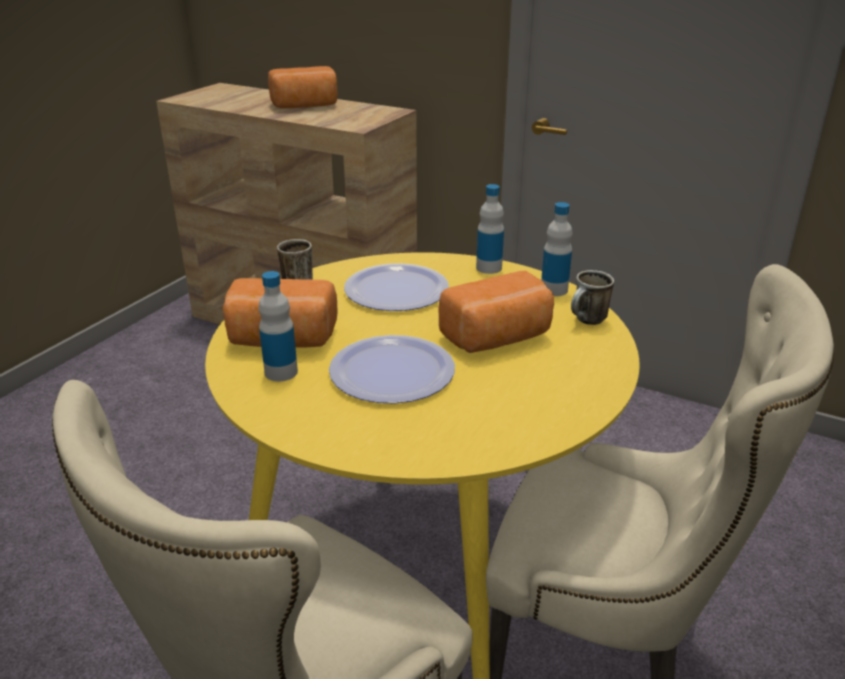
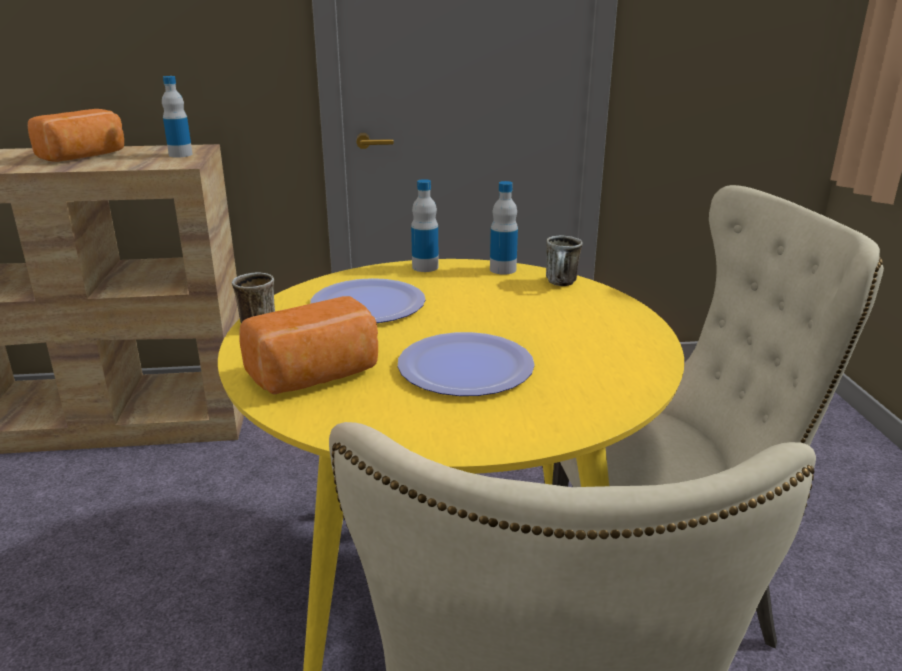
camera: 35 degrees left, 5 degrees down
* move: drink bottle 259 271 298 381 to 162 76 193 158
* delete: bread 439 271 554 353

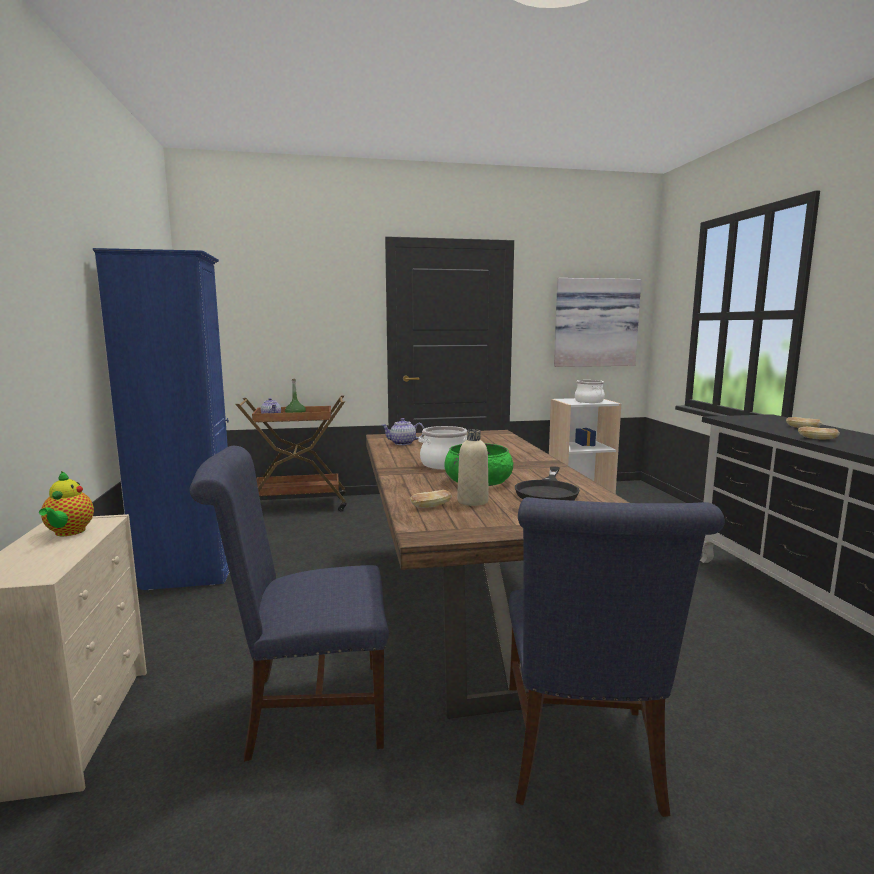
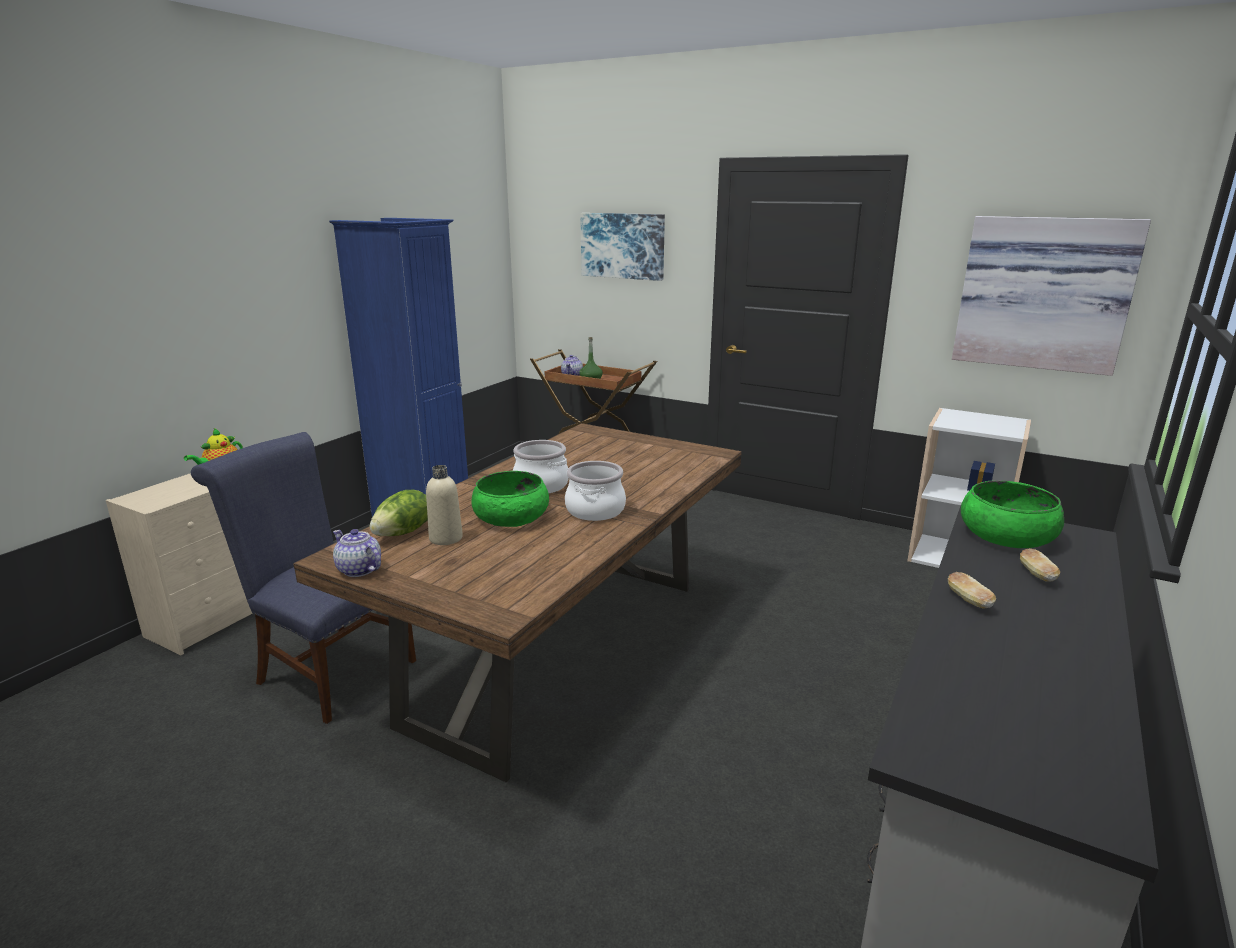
camera: 40 degrees right, 10 degrees up
* move: stockpot 575 380 605 403 to 565 461 626 521
* move: pot for tea 381 418 424 445 to 333 529 381 577
* delete: black-coloured frying pan 515 466 580 501
* replace: bread 410 490 452 508 to lettuce 370 490 428 536
* delete: bluish chair 509 497 725 817
* insert: wall picture 580 213 665 281
* insert: greenish serving bowl 961 481 1064 548

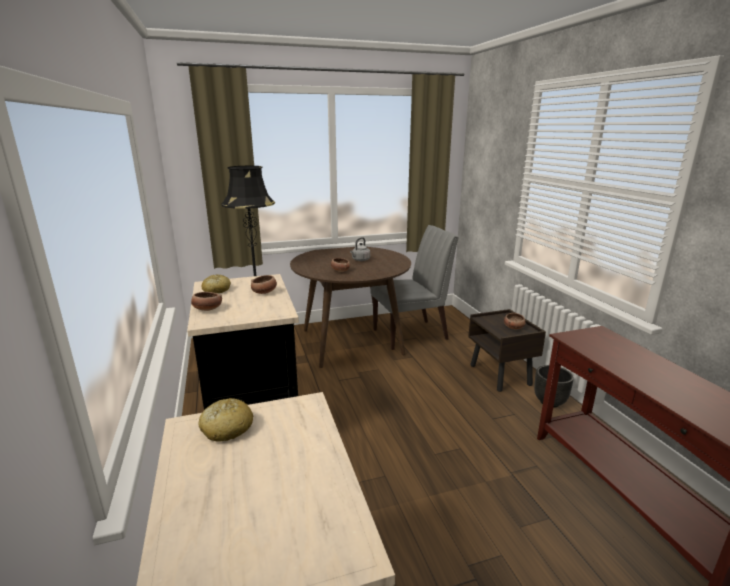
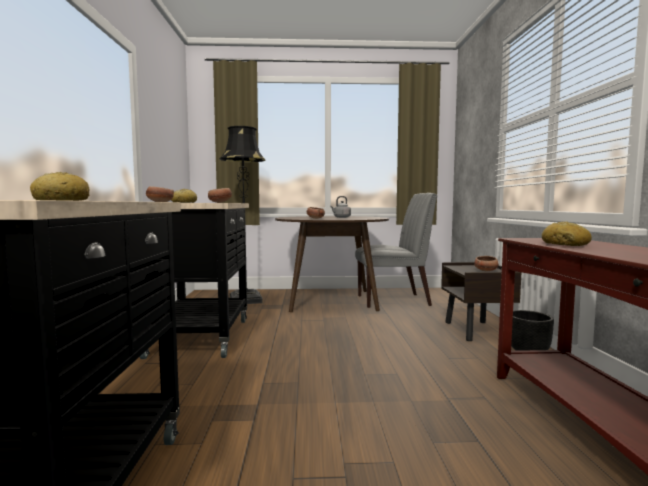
camera: 15 degrees right, 15 degrees down
* insert: bread 542 221 592 246

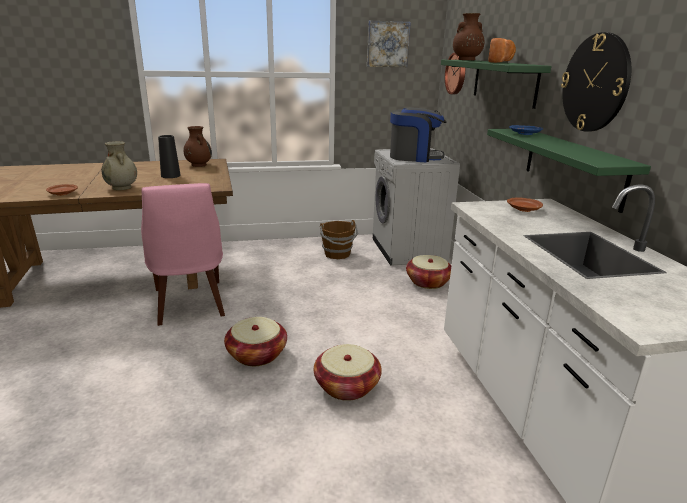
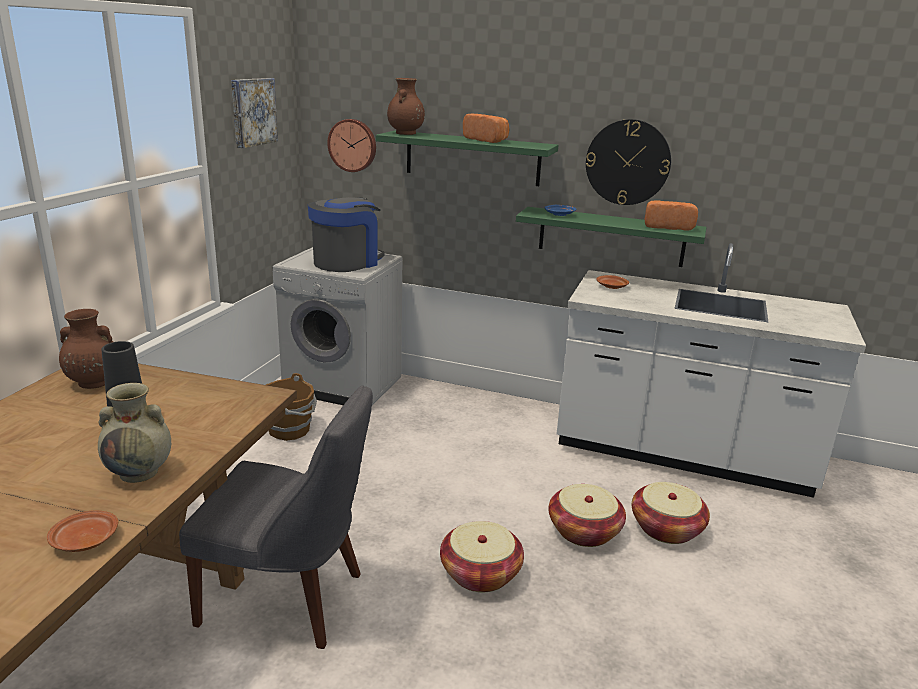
camera: 60 degrees left, 0 degrees up
* recolor: pink chair 141 183 225 326 to gray chair 179 385 373 649
* move: storage basket 406 255 451 289 to 632 482 710 544
* insert: bread 644 200 698 231

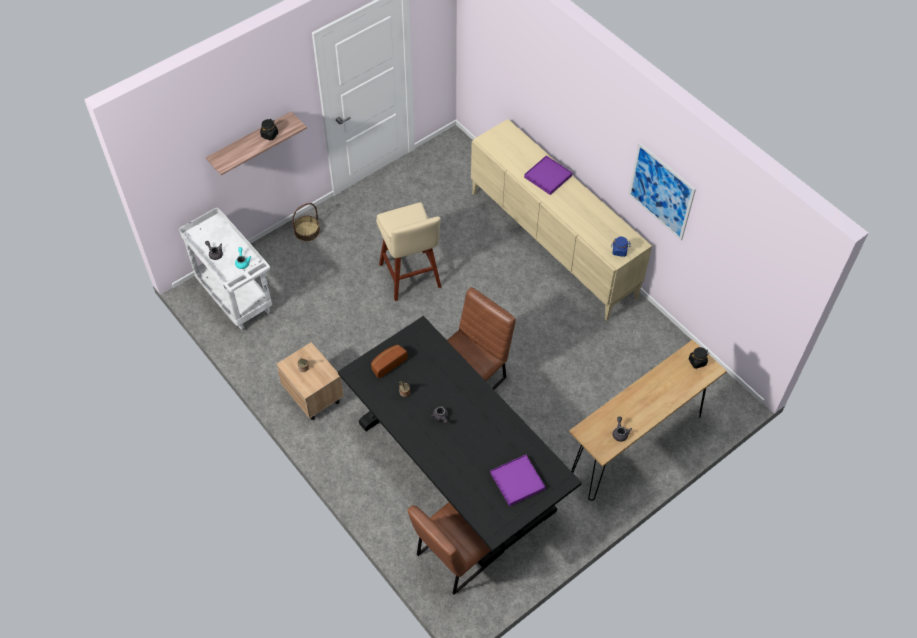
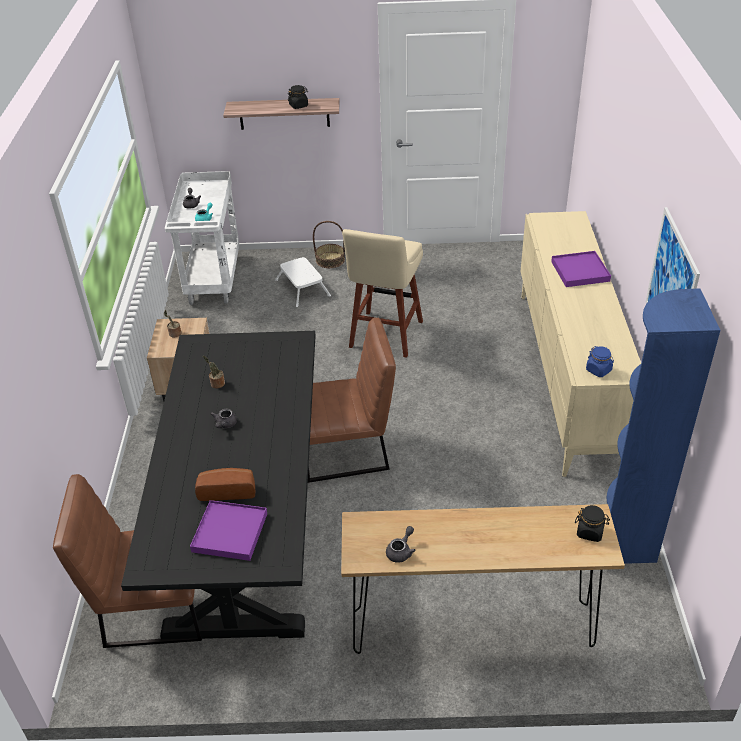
camera: 40 degrees right, 15 degrees down
* move: bread 371 345 408 378 to 195 468 255 501
* insert: whitish step stool 275 257 331 307
* insert: bluish bookshelf 607 288 720 564

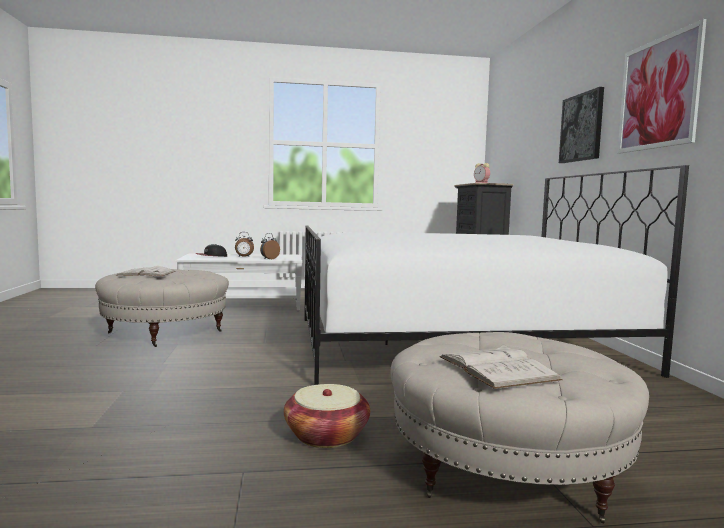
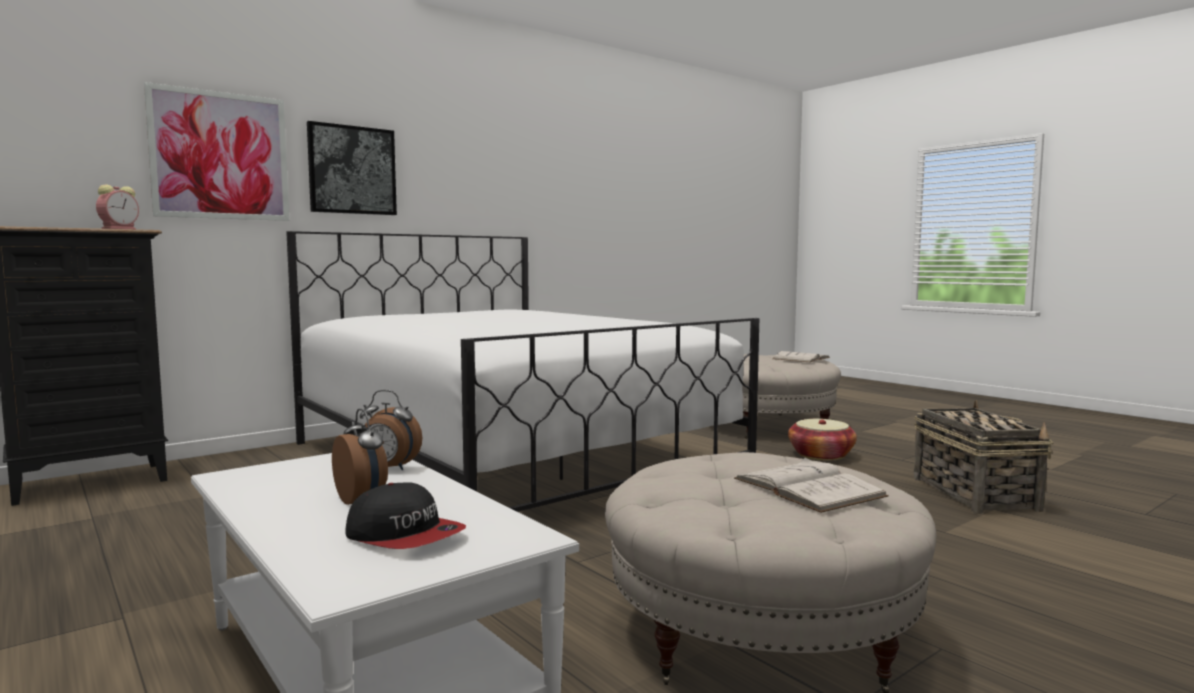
camera: 120 degrees left, 0 degrees up
* move: wall picture 618 19 707 153 to 144 82 289 221
* insert: storage basket 914 400 1054 514

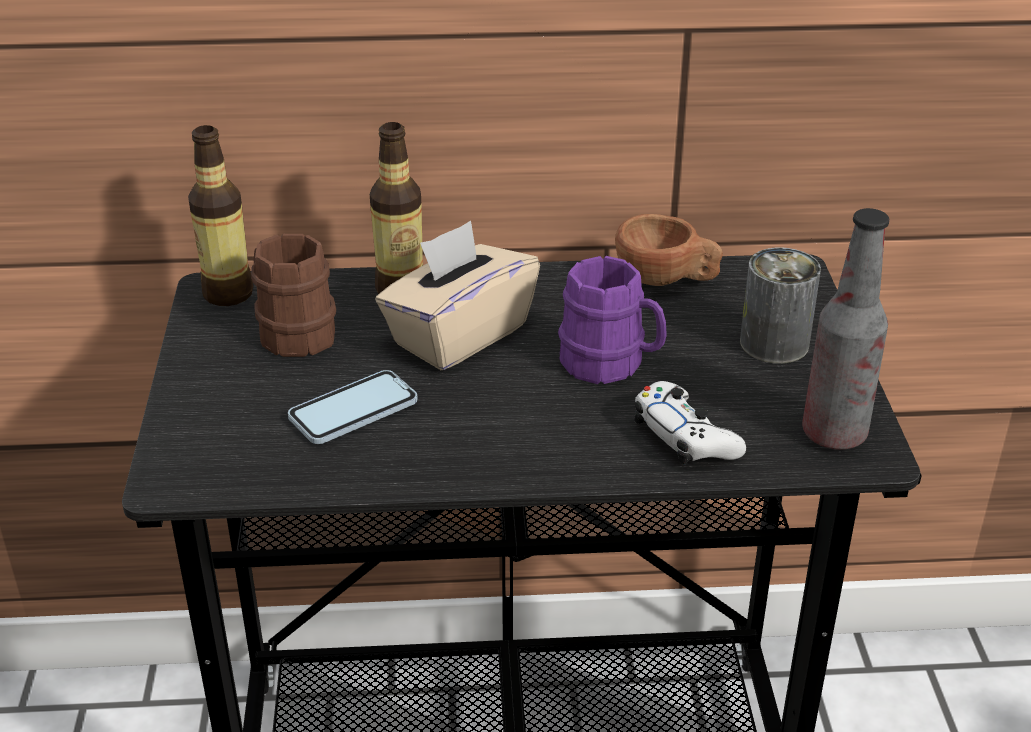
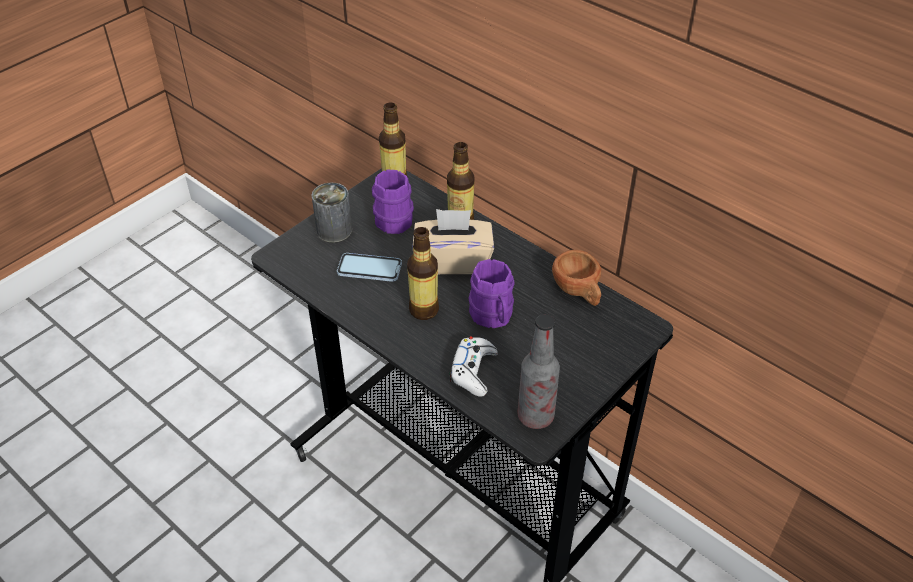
camera: 45 degrees right, 10 degrees up
* recolor: brown-coloured mug 251 234 336 357 to purple-coloured mug 372 169 414 234
* move: can 740 247 821 364 to 312 183 352 243
* insert: drink bottle 407 227 439 320

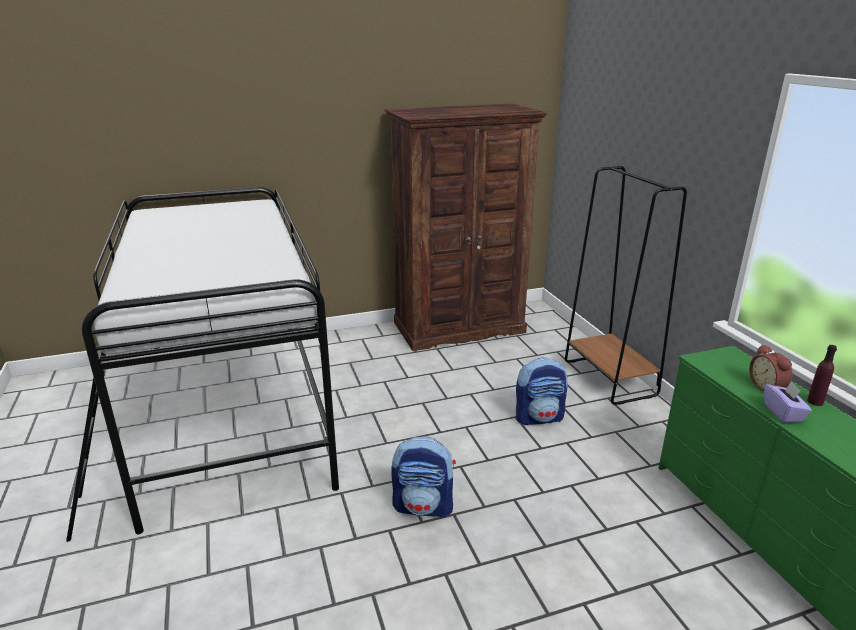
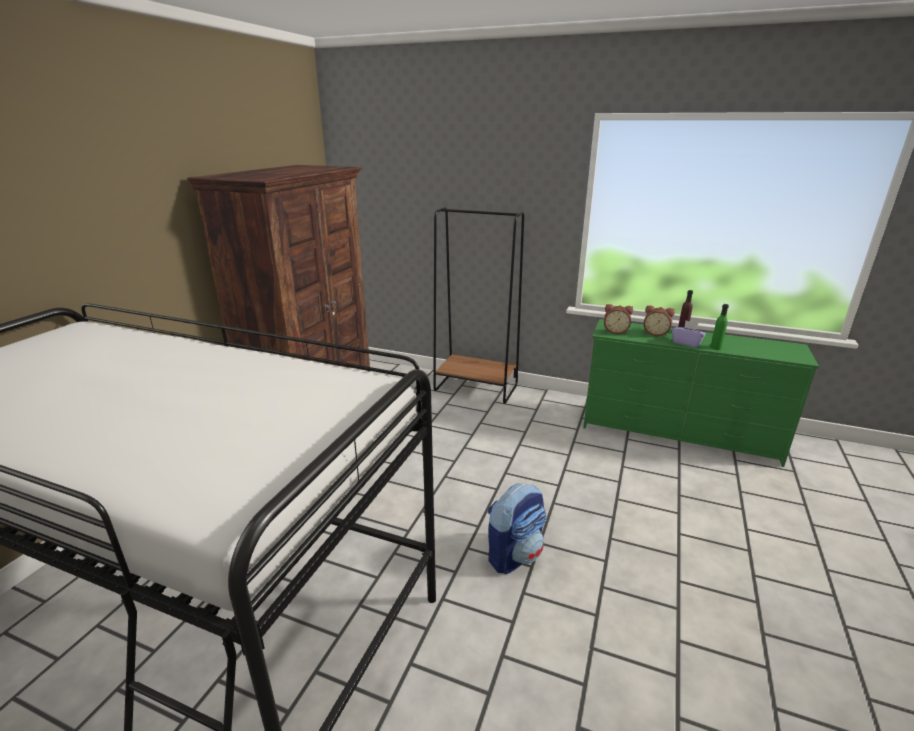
camera: 50 degrees left, 0 degrees up
* delete: rucksack 516 357 568 425
* insert: table clock 604 304 633 334
* insert: greenish drink bottle 710 304 729 350

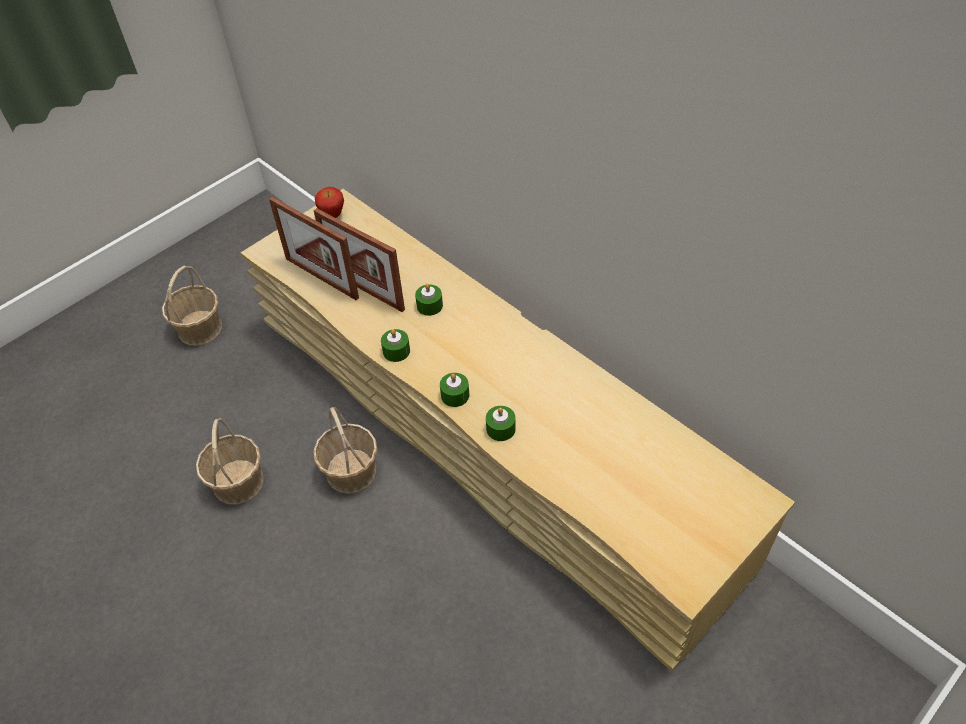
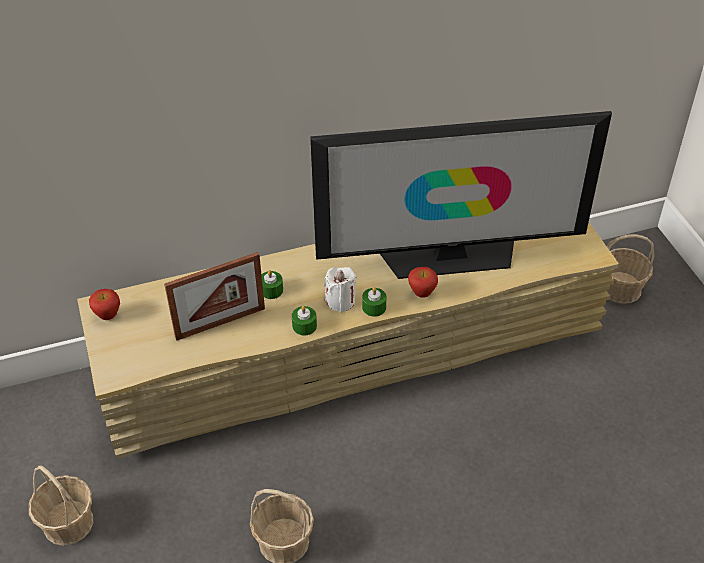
camera: 65 degrees left, 5 degrees down
* delete: picture frame 269 197 359 300
* replace: greenish wax candle 486 406 516 441 to apple fruit 408 267 438 298
* move: storage basket 313 407 378 494 to 607 234 654 304
* insert: television 310 111 612 279
* insert: whitish wax candle 324 267 357 312

